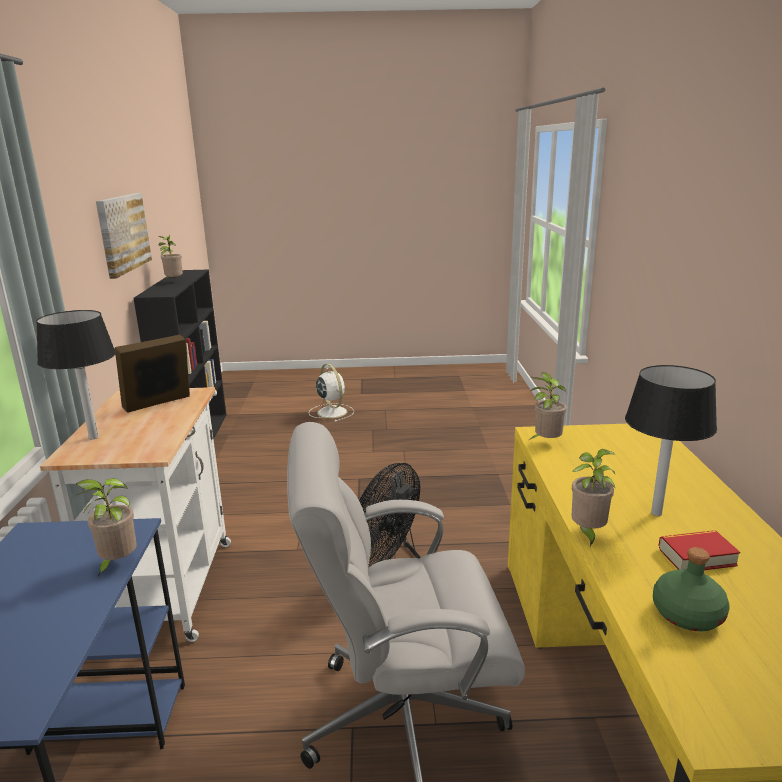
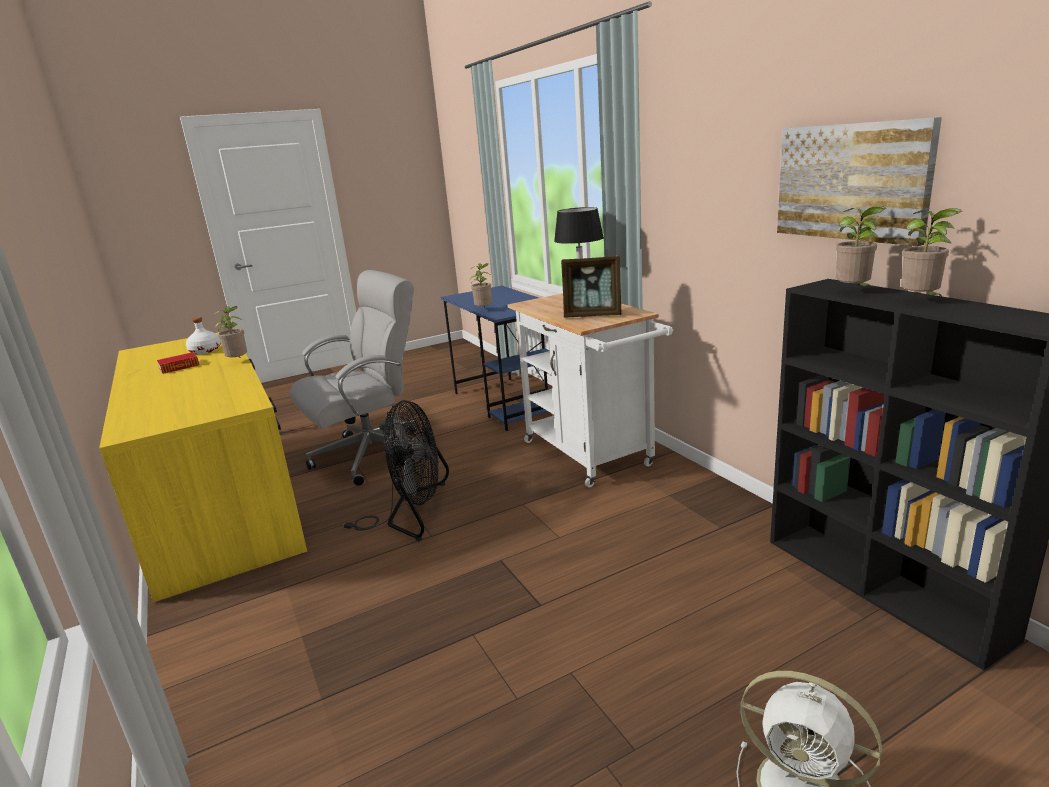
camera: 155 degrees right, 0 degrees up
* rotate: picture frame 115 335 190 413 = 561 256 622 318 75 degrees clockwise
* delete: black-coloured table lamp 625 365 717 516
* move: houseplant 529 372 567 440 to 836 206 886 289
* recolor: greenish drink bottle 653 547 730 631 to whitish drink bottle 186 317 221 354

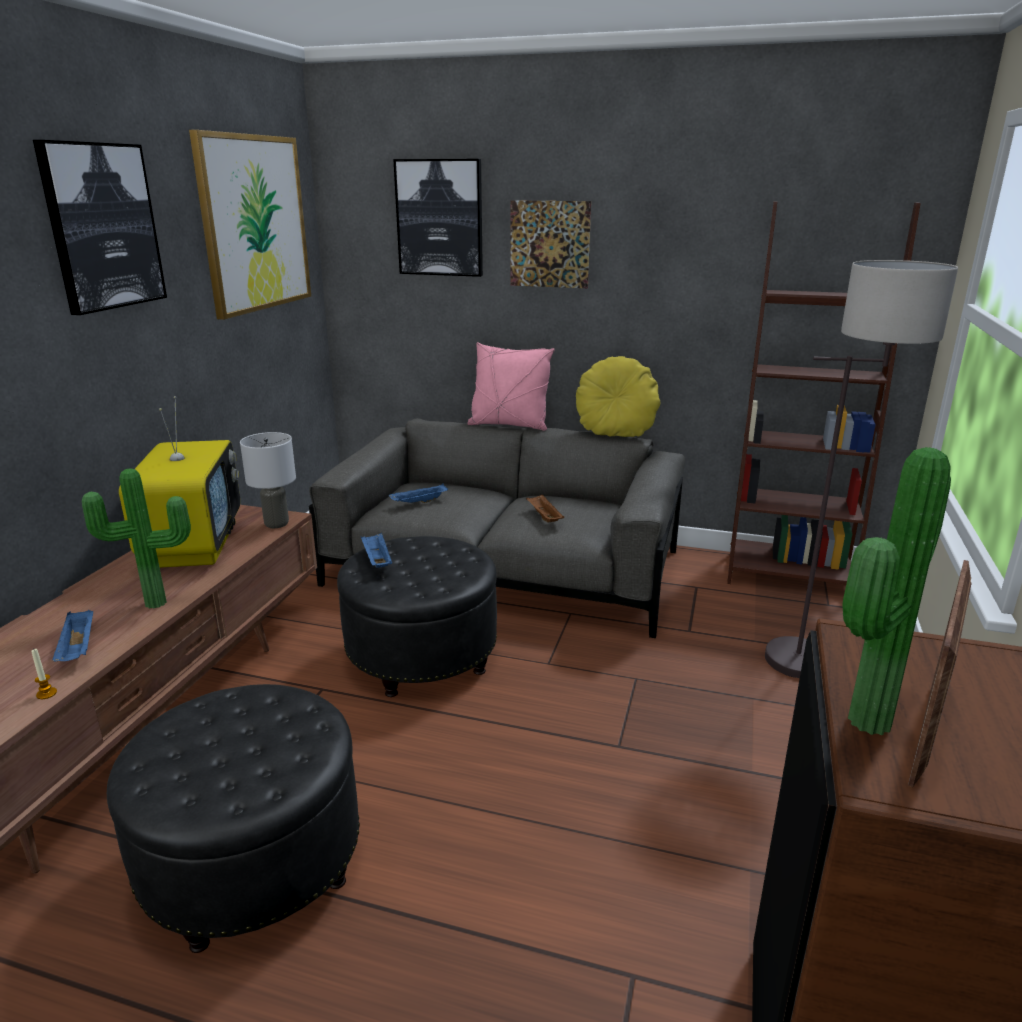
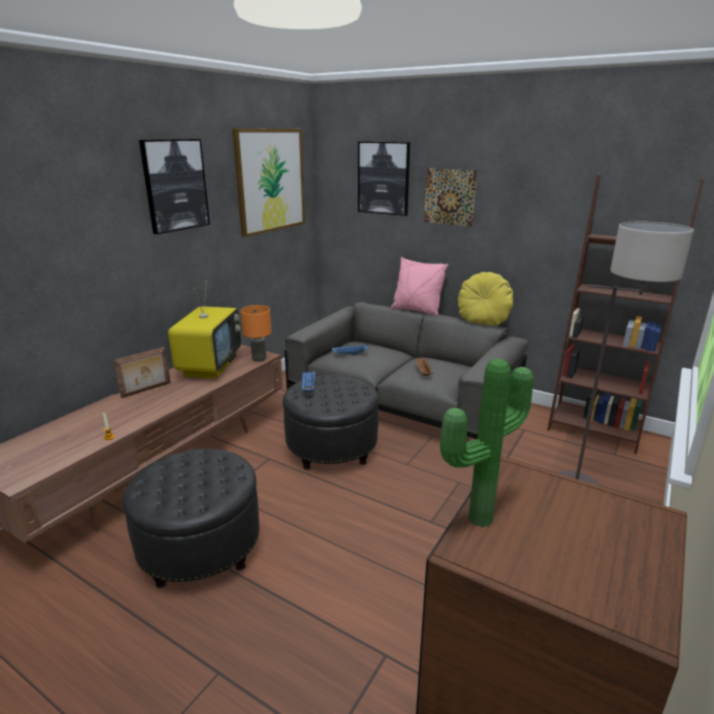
camera: 15 degrees right, 0 degrees up
* recolor: whitish table lamp 240 432 296 528 to orangey table lamp 241 305 272 362
* delete: houseplant 82 468 191 609
* move: picture frame 908 560 971 788 to 114 347 171 398
* delete: bluish serving tray 52 610 93 661

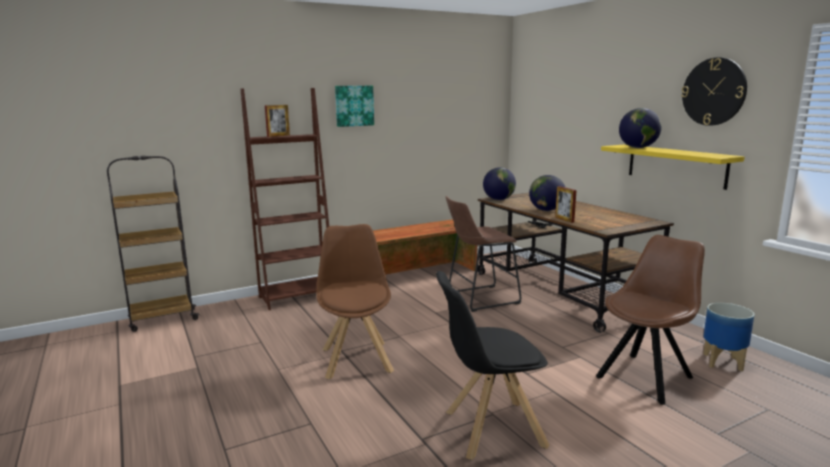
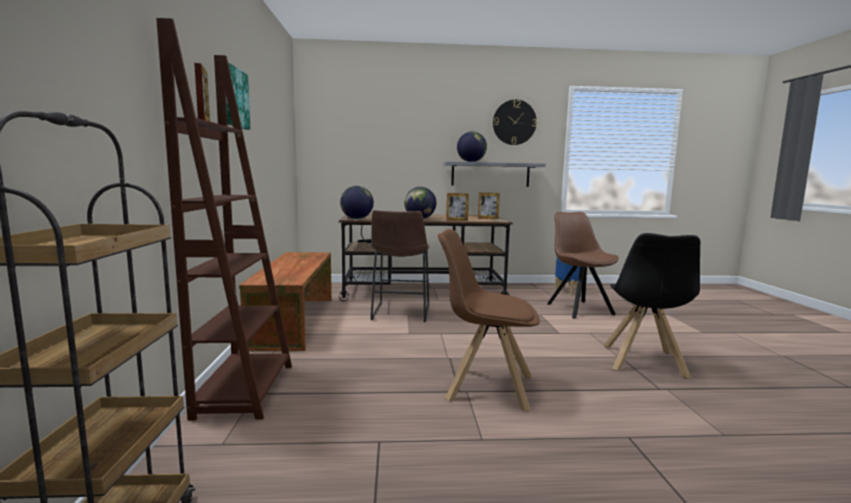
camera: 65 degrees left, 5 degrees down
* recolor: yellow-coloured shelf 601 145 745 190 to gray shelf 443 161 546 187
* insert: picture frame 478 192 500 219

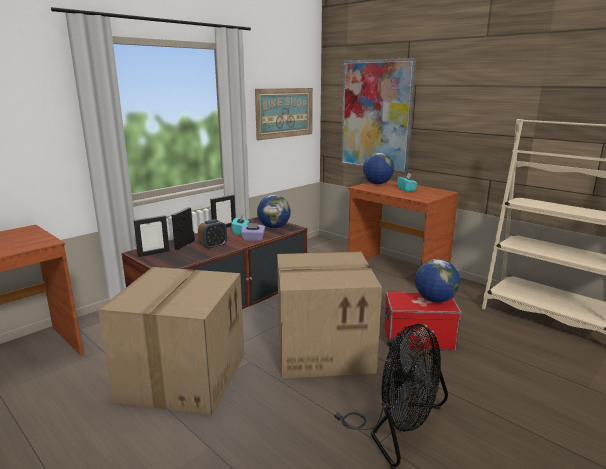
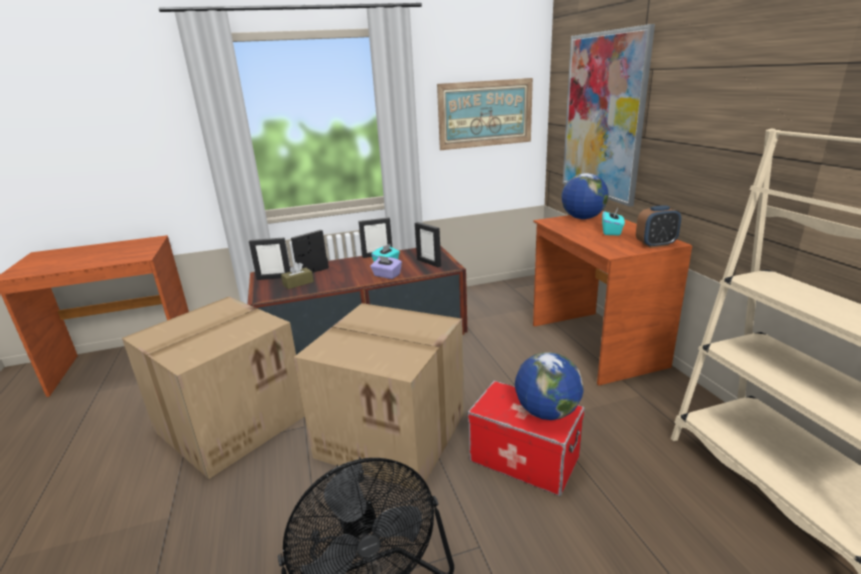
camera: 30 degrees right, 5 degrees up
* replace: world globe 257 195 291 228 to picture frame 415 222 441 267
* move: table clock 198 219 227 250 to 636 205 681 248
* insert: brown-coloured tissue box 281 262 314 289

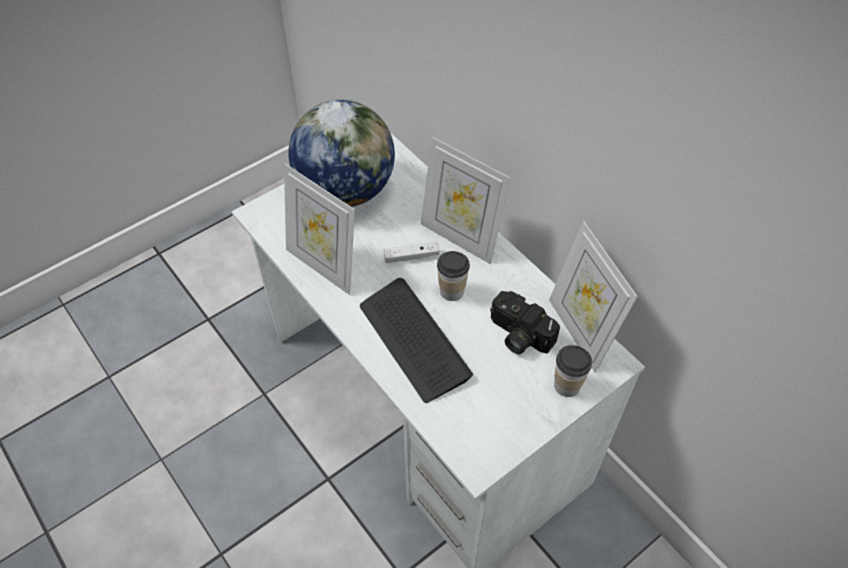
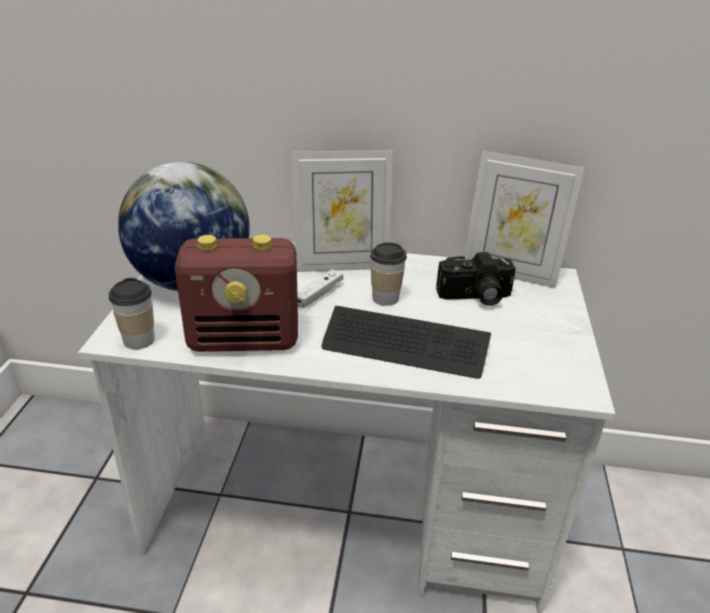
camera: 45 degrees left, 20 degrees down
* replace: picture frame 284 163 355 295 to radio set 175 234 298 352
* move: cup 554 345 592 397 to 109 278 155 349

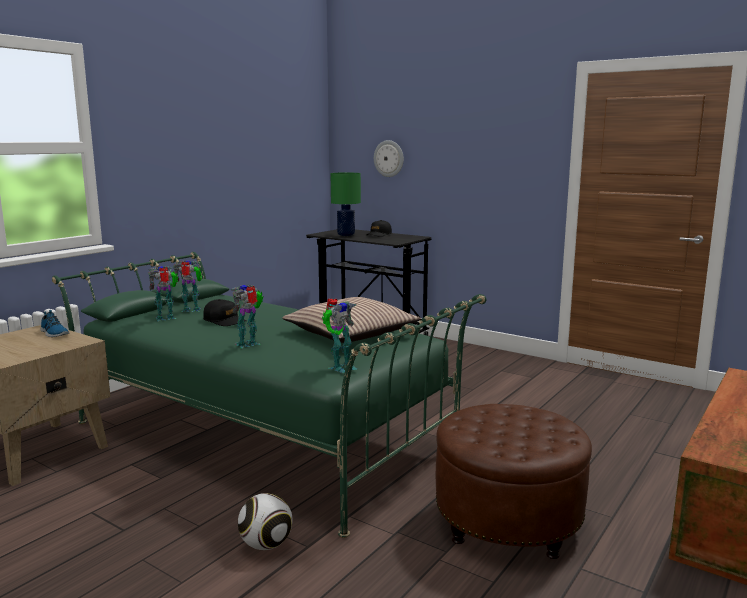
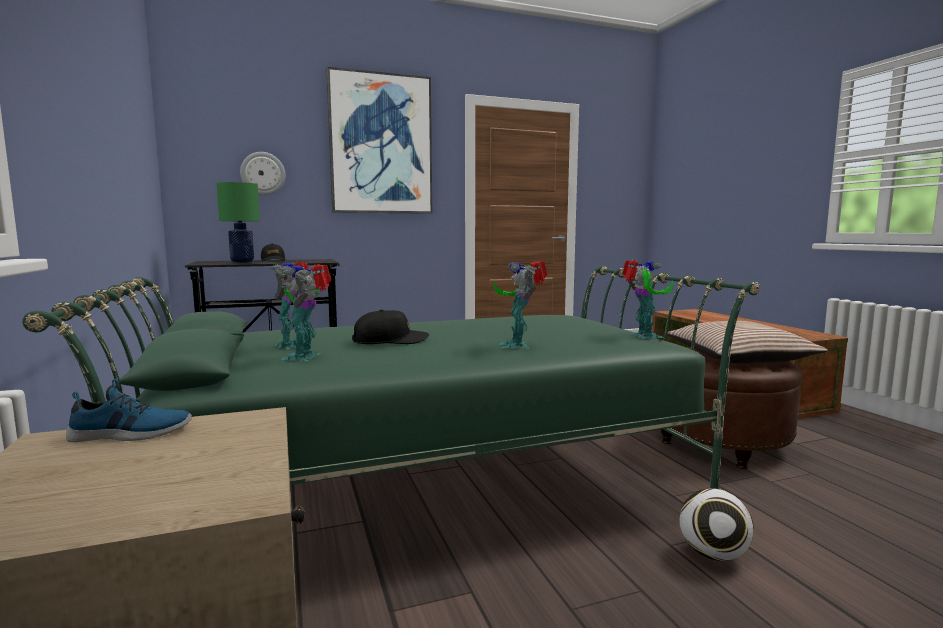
camera: 55 degrees left, 5 degrees down
* move: cushion 282 297 421 343 to 668 321 828 363
* insert: wall picture 327 67 432 214

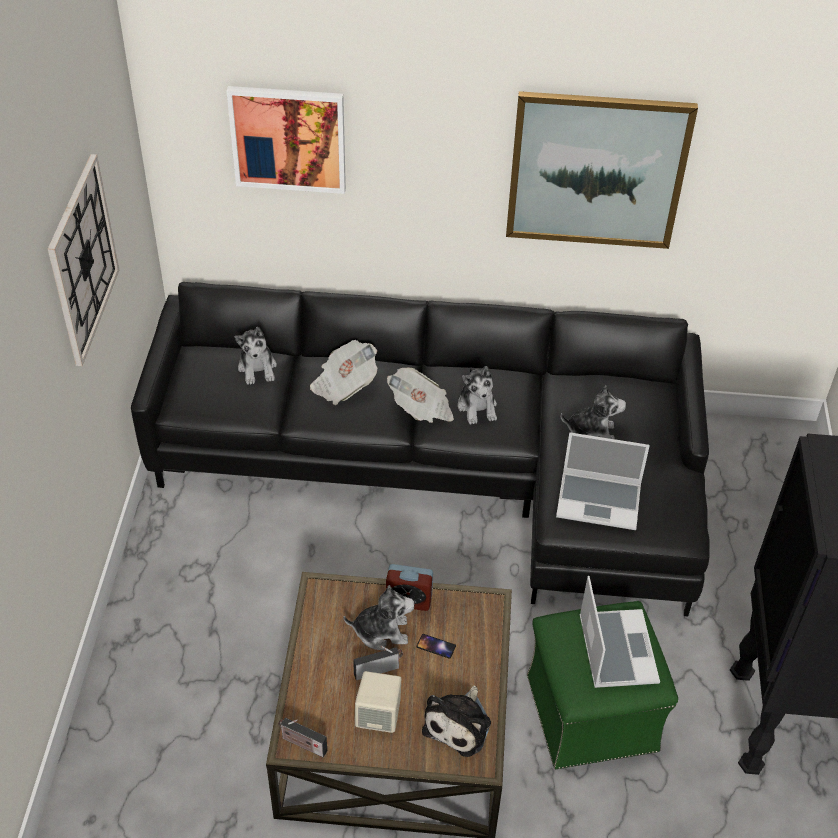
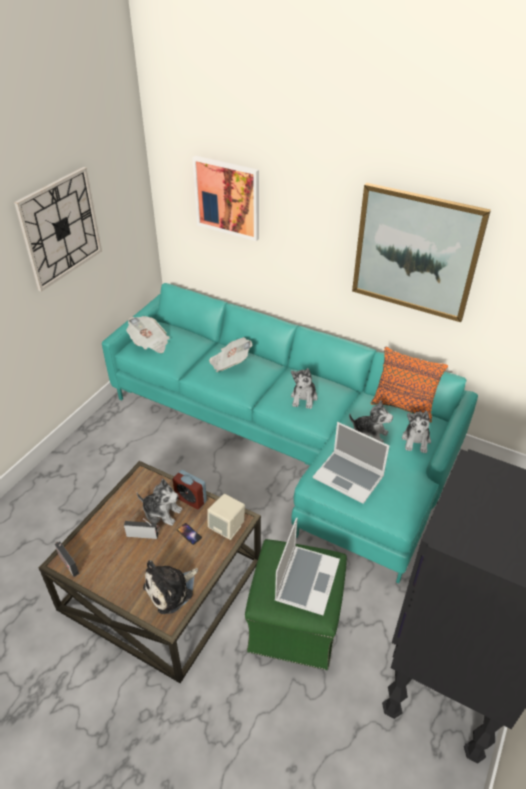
camera: 25 degrees right, 5 degrees down
* recolor: black-coloured couch 131 282 710 616 to turquoise couch 102 283 478 584
* move: plush toy 234 327 277 385 to 402 411 431 453
* move: printed paper 387 367 454 423 to 126 316 170 353
* move: beige-coloured speaker 355 671 401 733 to 207 494 245 540
* insert: orangey cushion 371 347 448 423

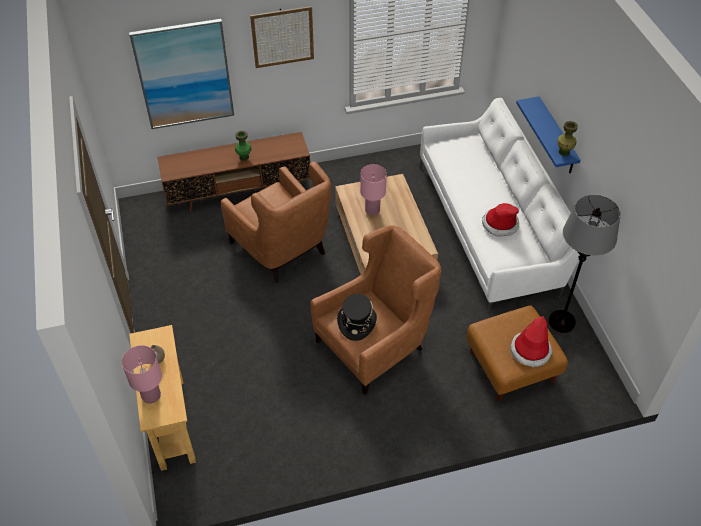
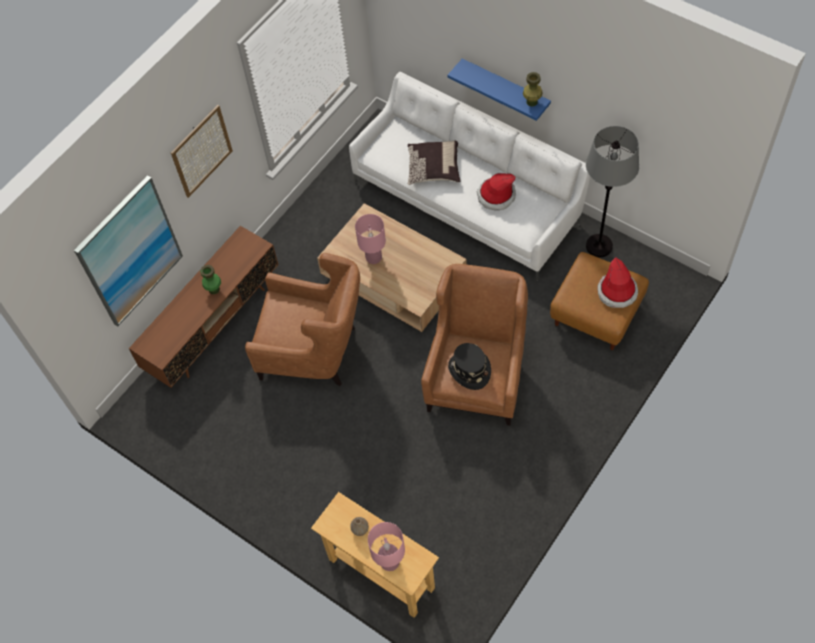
camera: 35 degrees left, 10 degrees up
* insert: cushion 407 140 460 185

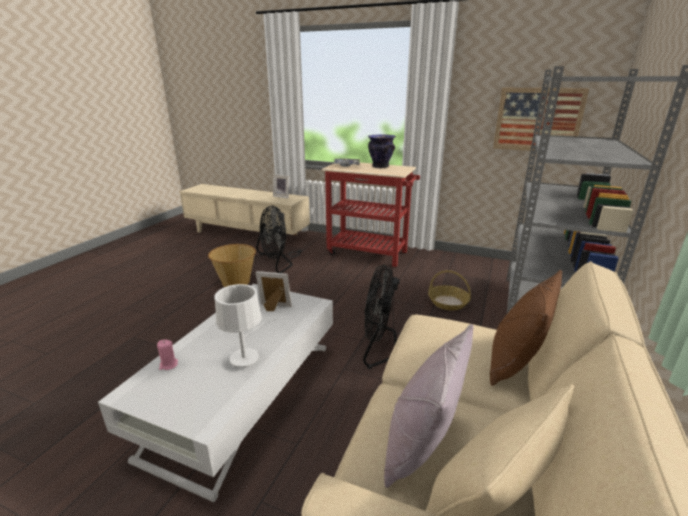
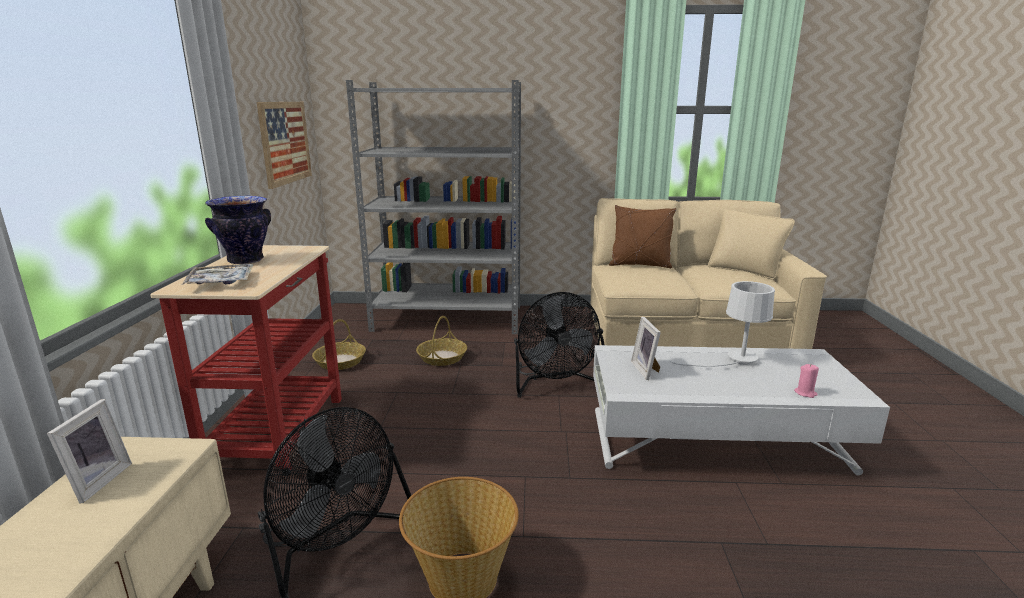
camera: 110 degrees left, 5 degrees down
* delete: purple-coloured cushion 384 324 473 488
* insert: storage basket 312 319 366 370

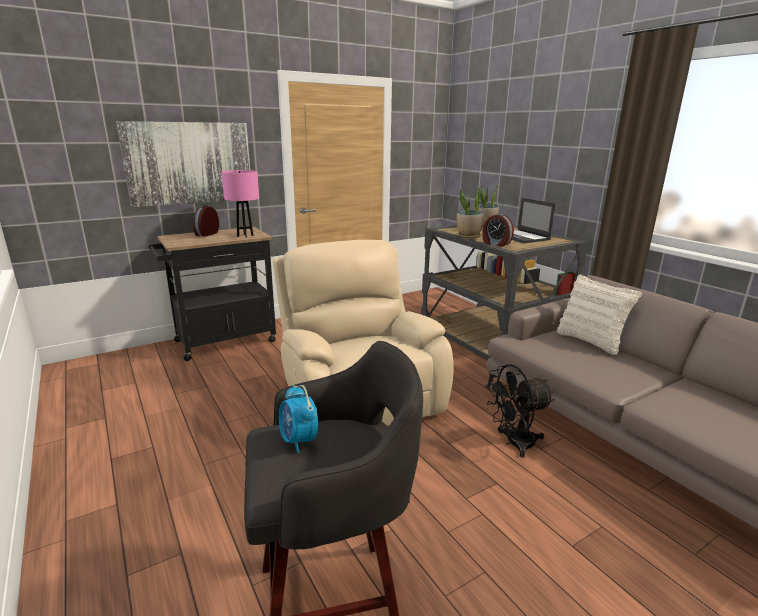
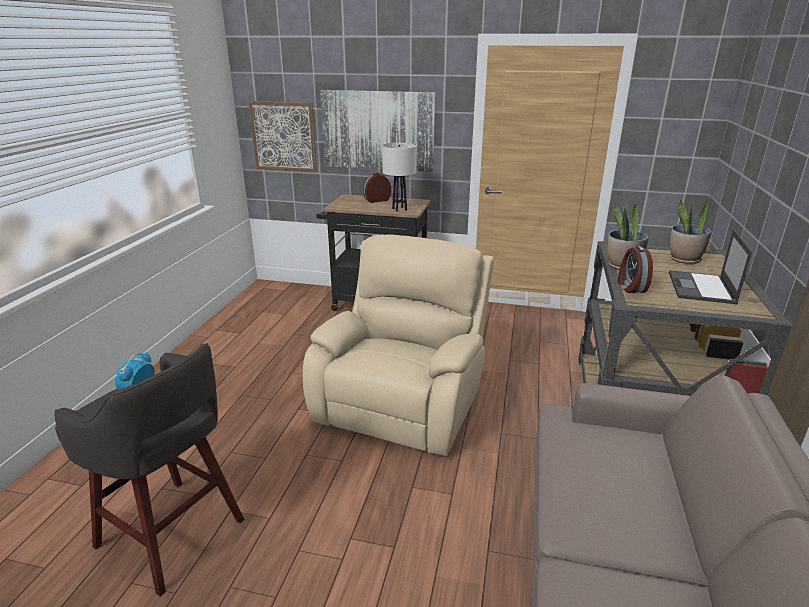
camera: 45 degrees right, 5 degrees up
* recolor: pink table lamp 221 170 259 238 to whitish table lamp 382 142 417 212
* delete: beige-coloured cushion 557 274 642 355
* delete: black-coloured cooling fan 485 364 554 458
* insert: wall picture 248 101 317 173

